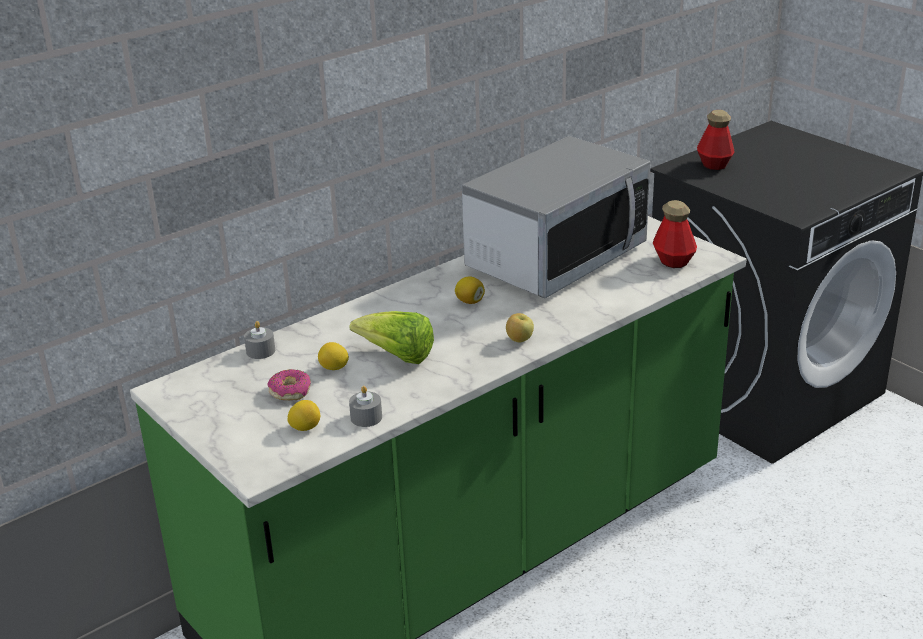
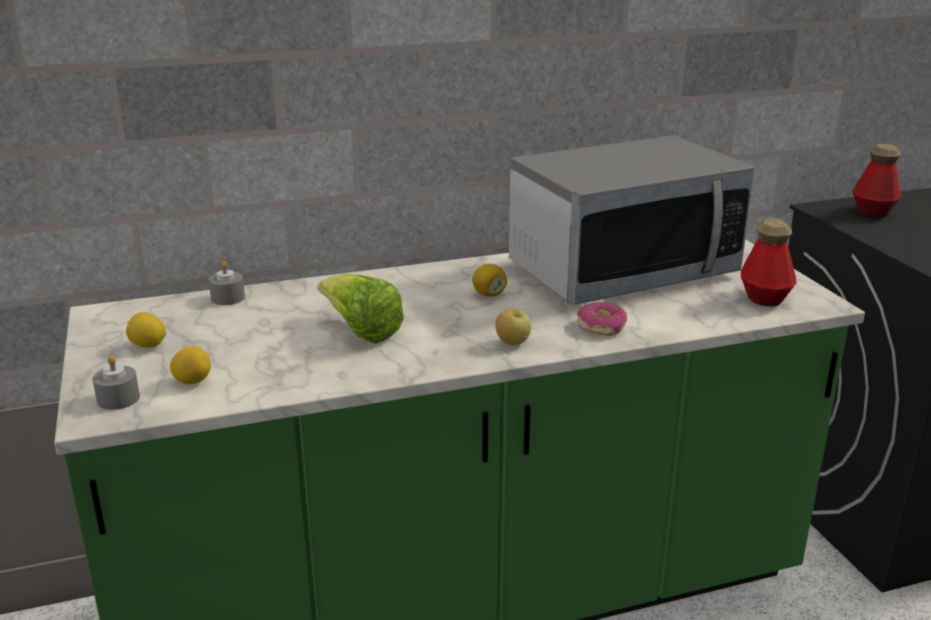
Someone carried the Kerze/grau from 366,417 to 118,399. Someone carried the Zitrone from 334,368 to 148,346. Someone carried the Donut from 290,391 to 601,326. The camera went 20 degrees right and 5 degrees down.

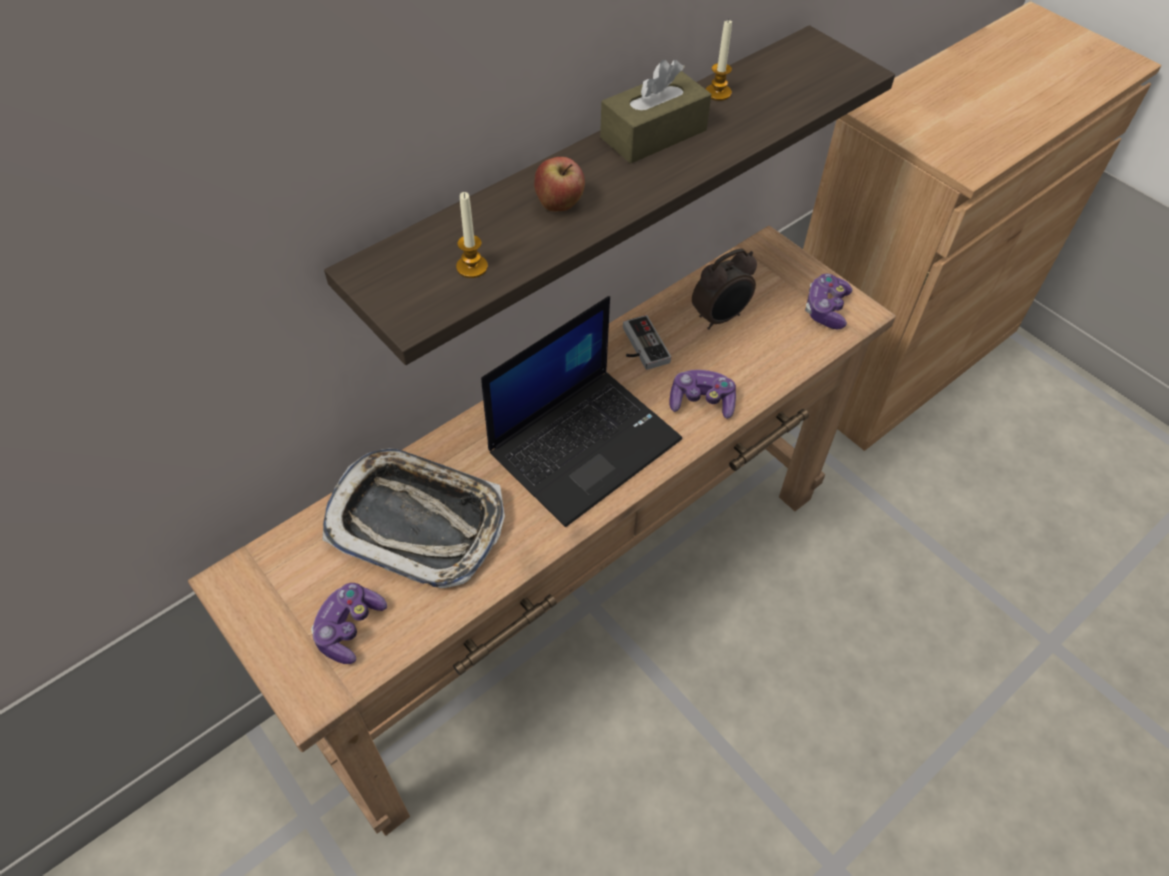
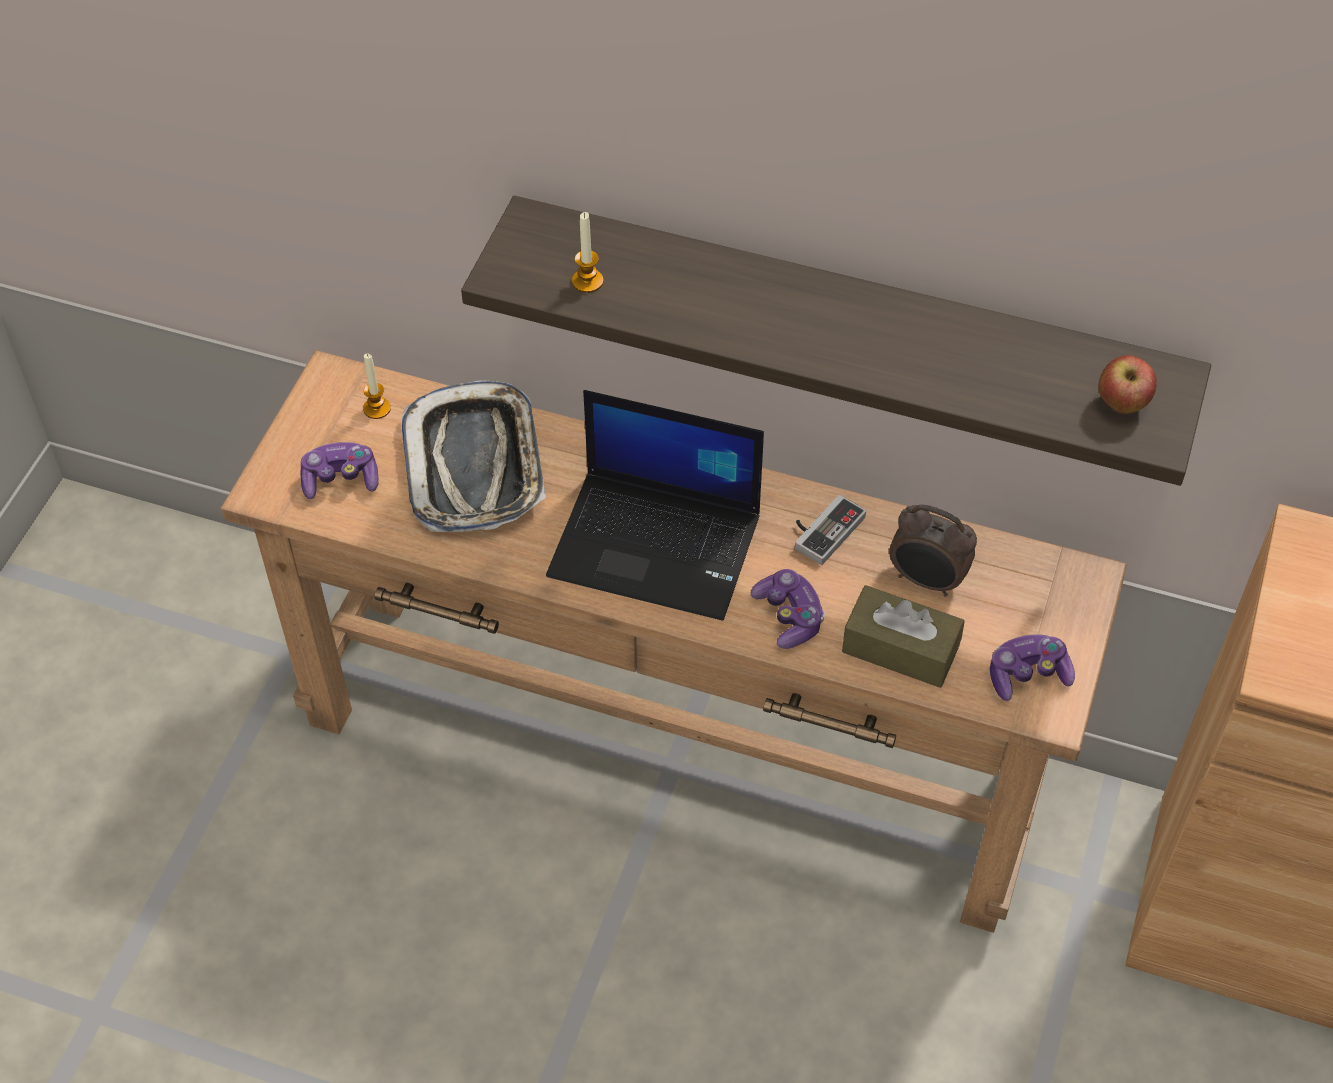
Someone carried the Kerze from 718,93 to 377,408. Someone carried the Taschentuchbox/braun from 653,134 to 900,649. Someone carried the Apfel from 559,205 to 1121,405. The camera went 60 degrees right and 0 degrees up.

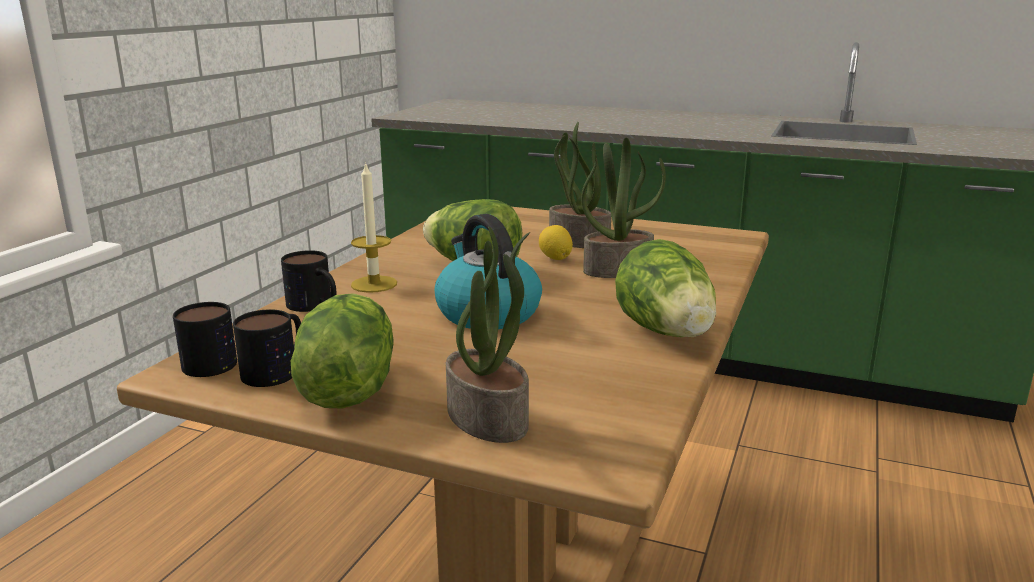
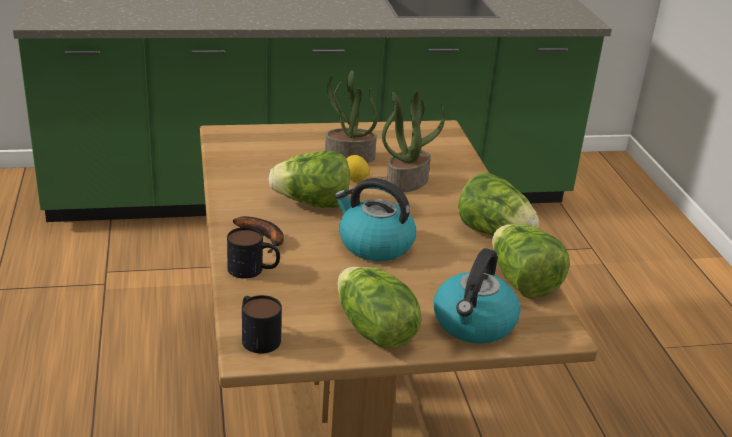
Someone swapped the Kerze at 374,284 for the Banane at 264,237. Someone swapped the Topfpflanze at 489,418 for the Wasserkessel at 474,324. Someone put down the Salatkopf at 522,282. Someone took away the Henkelbecher at 277,369. The camera went 35 degrees left and 10 degrees up.

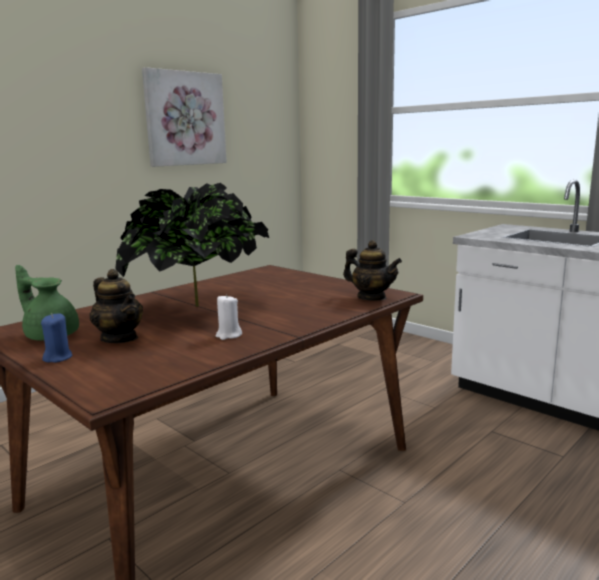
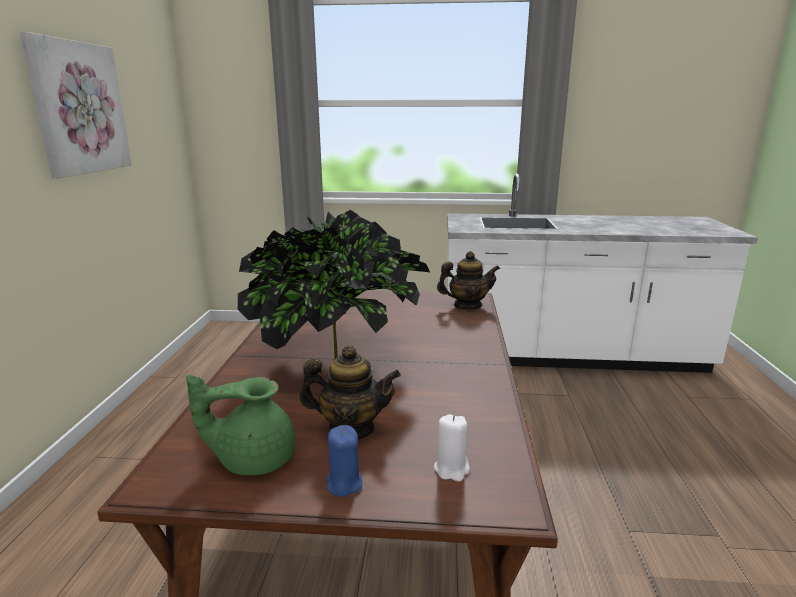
Someone carried the Kerze/weiß from 228,335 to 451,469. The camera went 40 degrees left and 5 degrees up.

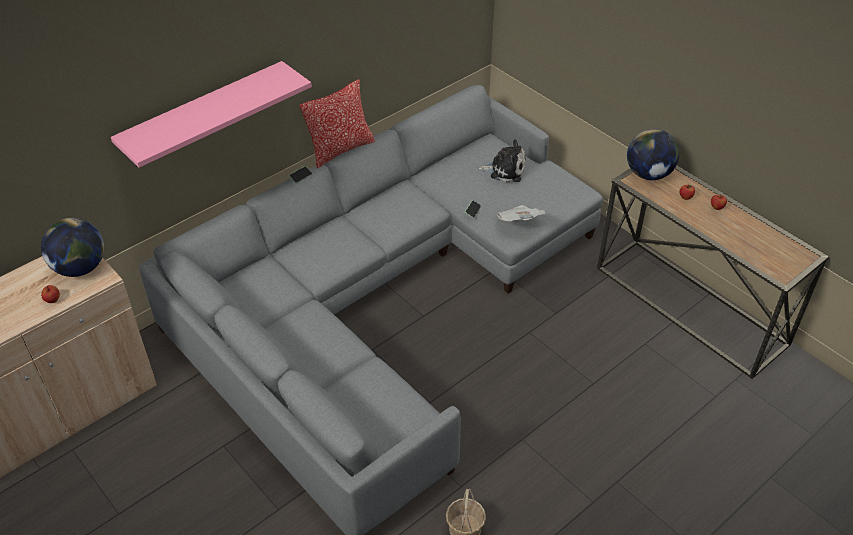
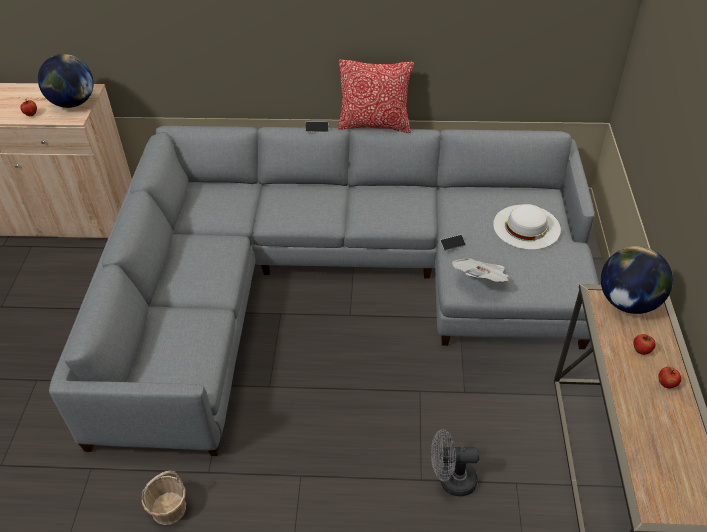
Someone put down the Ventilator/grau at 451,480. Someone swapped the Plüschtier at 505,169 for the Hut/weiß at 526,227. Someone took away the Wandregal/rosa at 203,114. The camera went 45 degrees right and 0 degrees up.

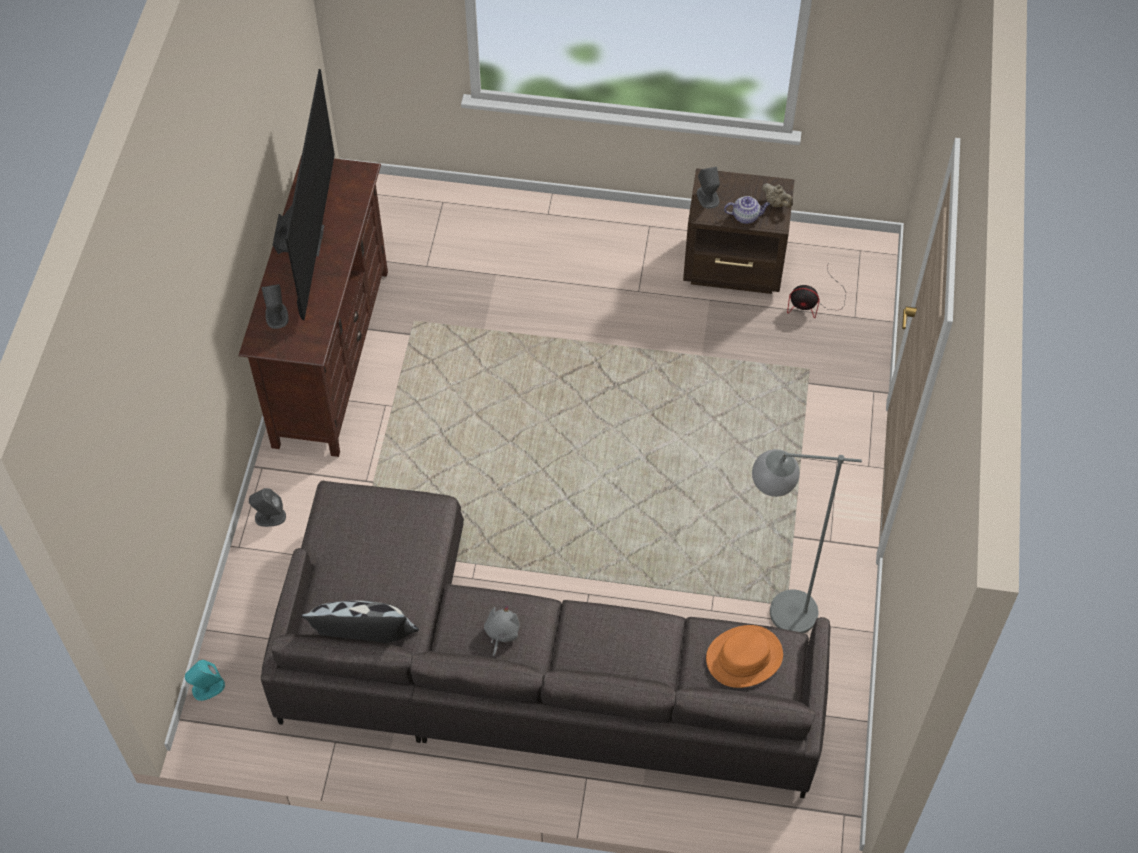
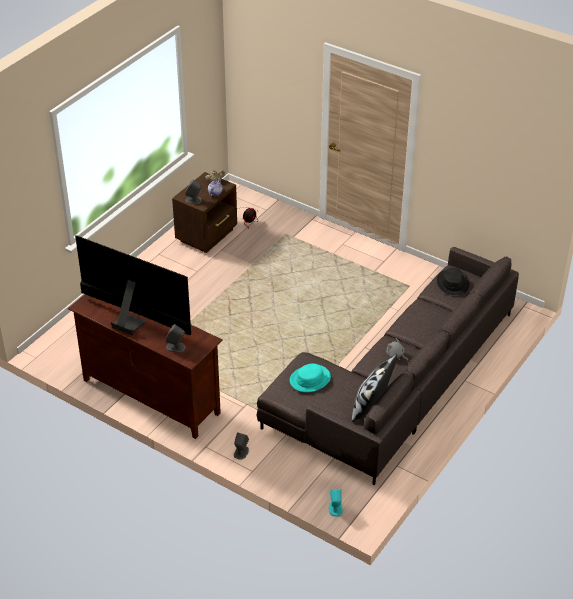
Someone put down the Hut/türkis at 310,379. Someone repainted the Hut/orange at 744,657, which became the Hut/schwarz at 453,283. Someone took away the Stehlampe/grau at 775,611. The camera went 65 degrees left and 15 degrees down.

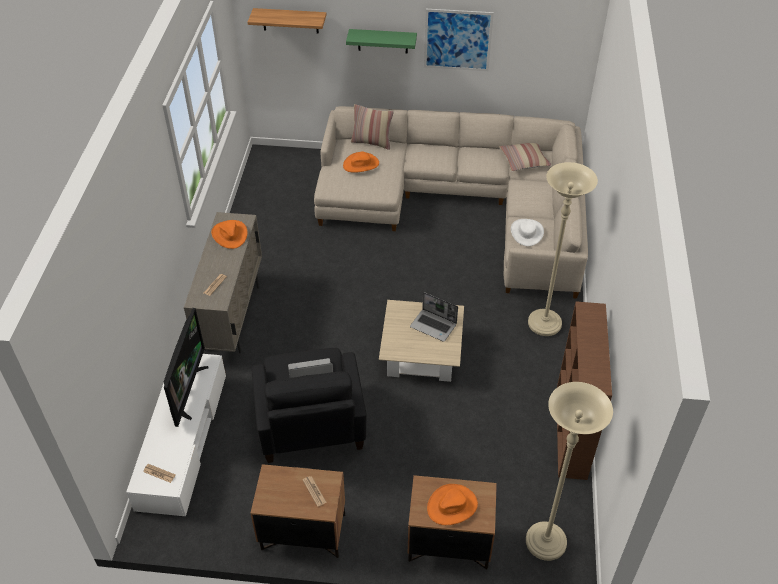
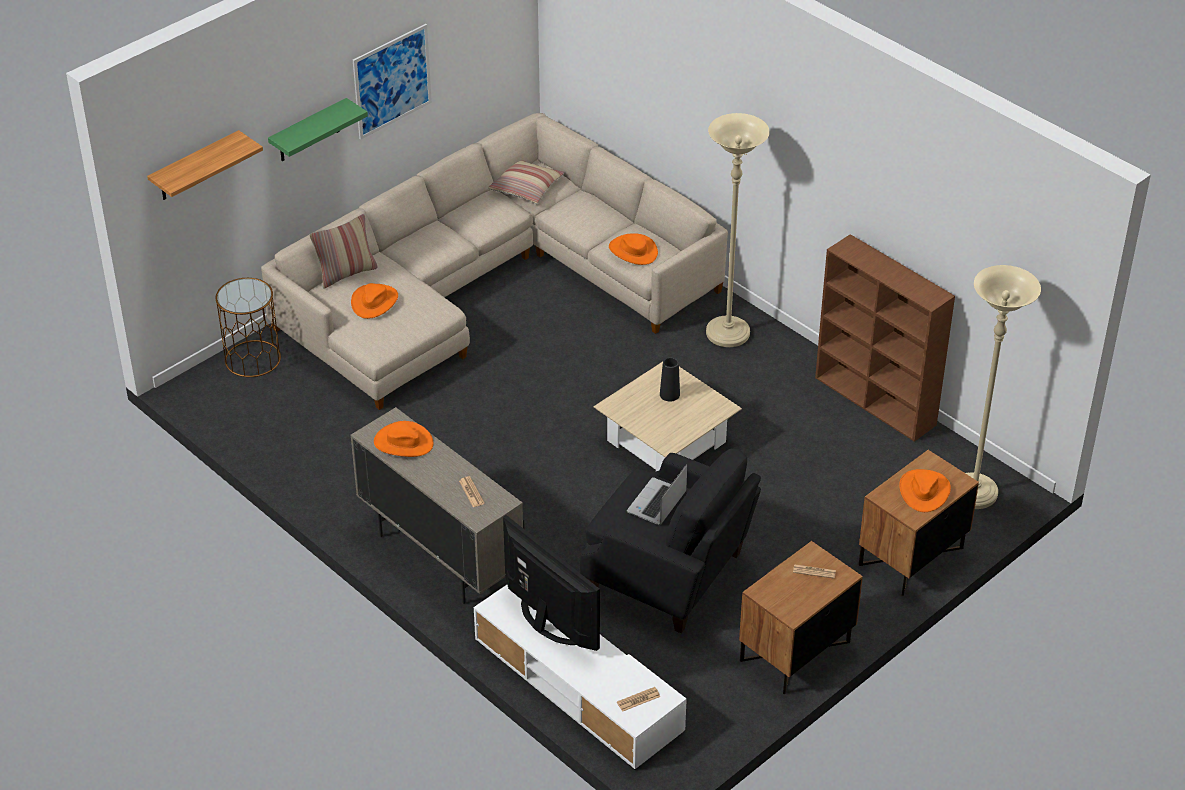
Someone put down the Beistelltisch/braun at 253,358. Someone repainted the Hut/weiß at 527,232, which became the Hut/orange at 633,251. Someone swapped the Laptop at 434,326 for the Vase/schwarz at 669,394. The camera went 50 degrees left and 5 degrees down.

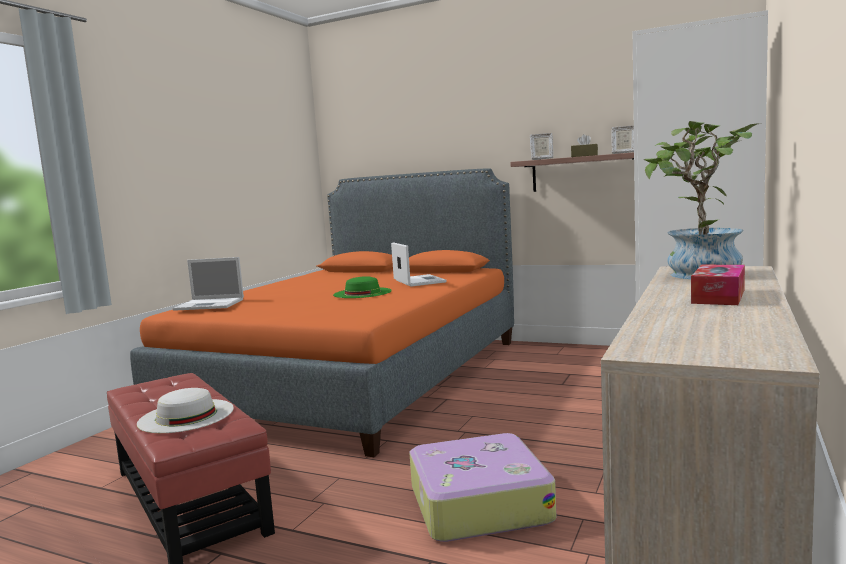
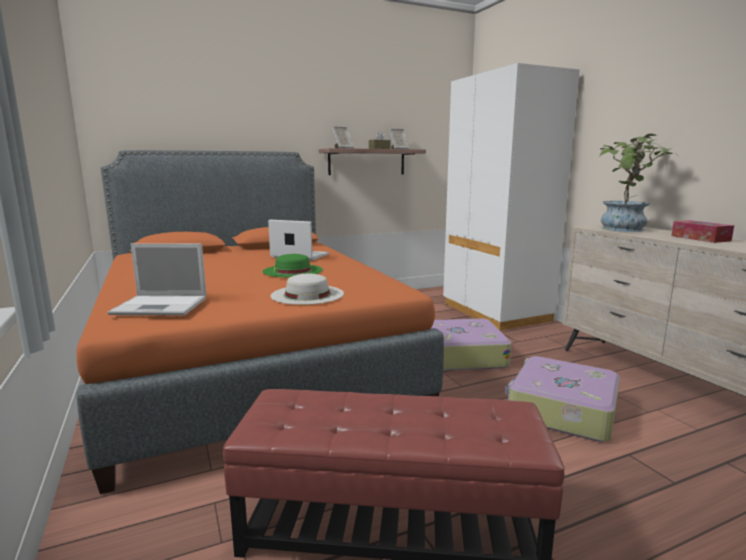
Someone rotated the Laptop at 211,304 by 45 degrees clockwise. Someone carried the Hut/weiß from 186,415 to 307,294. Someone put down the Koffer at 463,355. The camera went 50 degrees left and 5 degrees up.

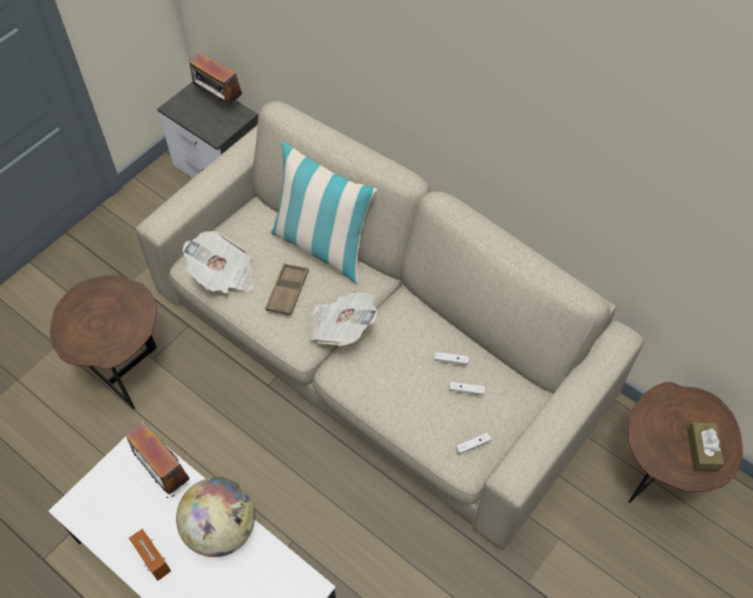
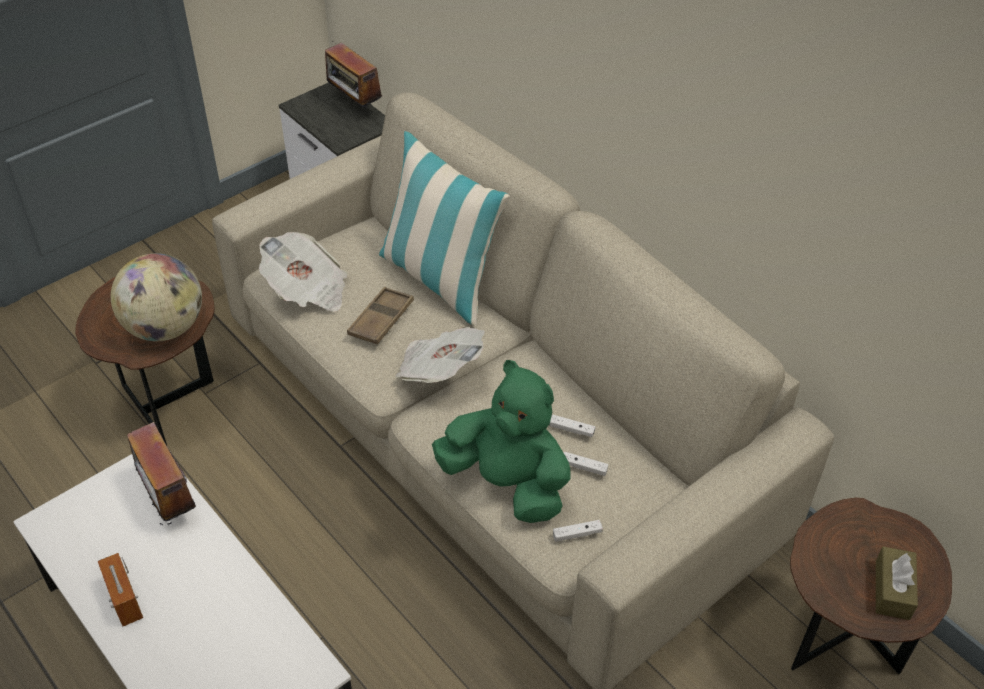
Someone carried the Globus from 221,529 to 165,327. Someone put down the Plüschtier/grün at 507,483. The camera went 10 degrees right and 10 degrees down.

